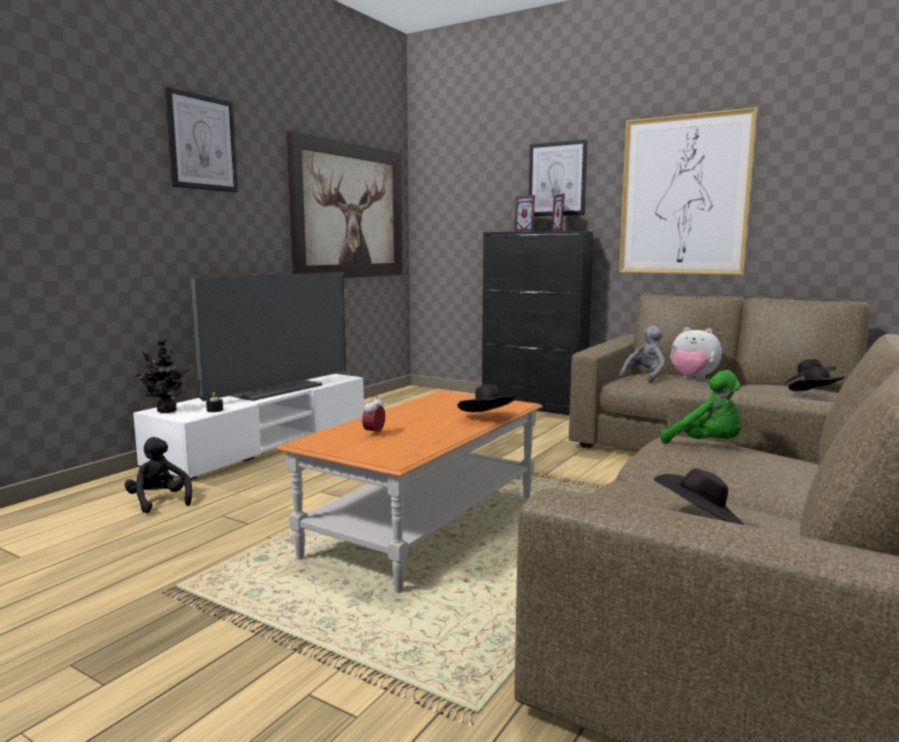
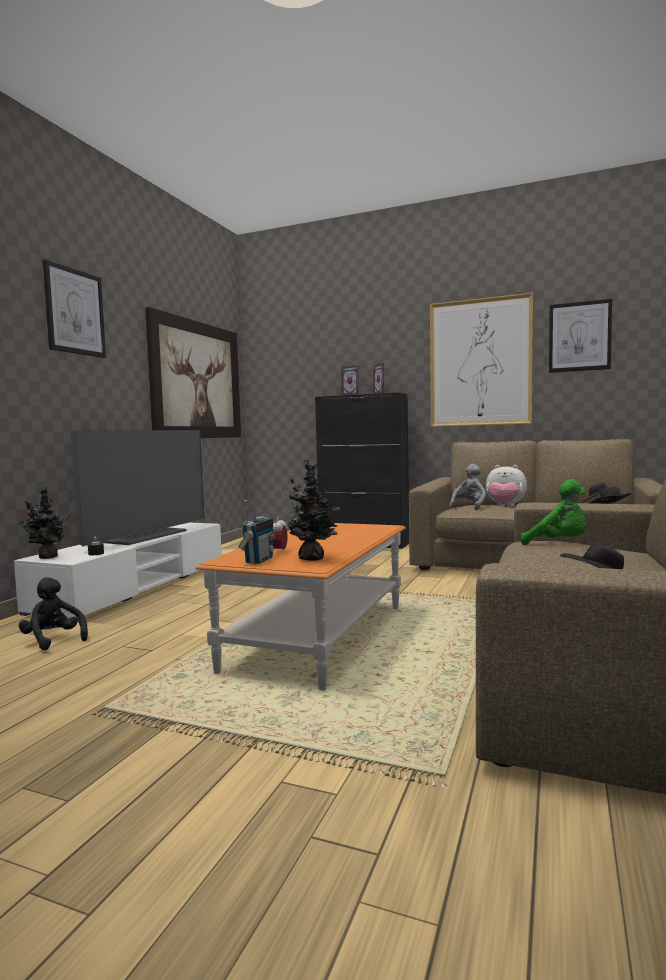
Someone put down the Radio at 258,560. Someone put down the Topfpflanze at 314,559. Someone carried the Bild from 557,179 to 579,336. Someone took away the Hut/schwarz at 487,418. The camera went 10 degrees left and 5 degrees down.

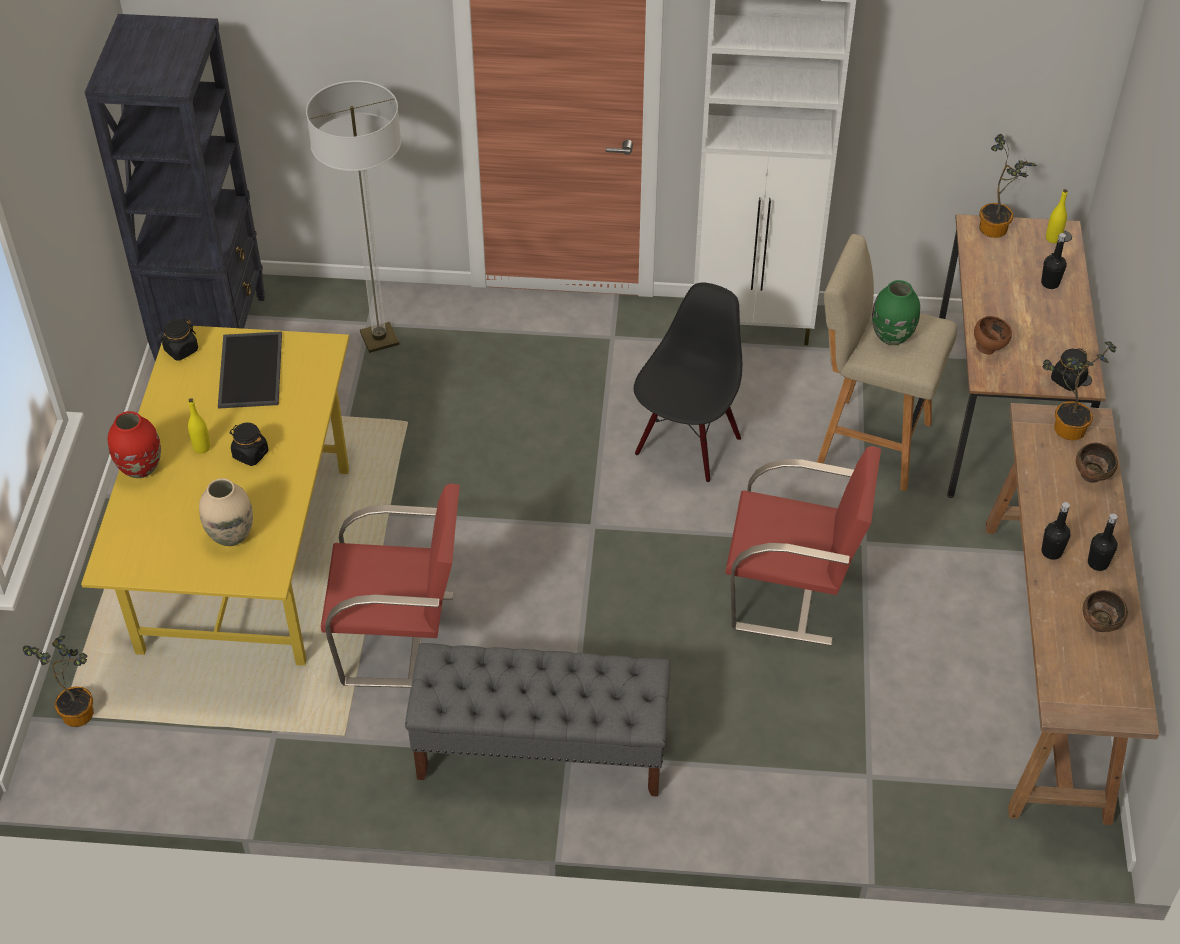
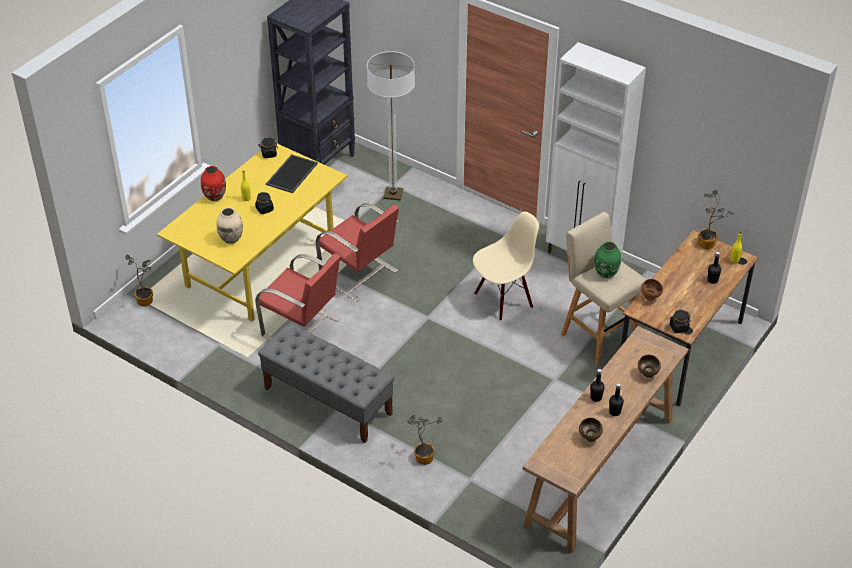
Someone carried the Stuhl/rot from 791,593 to 359,275. Someone carried the Topfpflanze from 1065,427 to 423,456. Someone repainted the Stuhl/schwarz at 687,444, which became the Stuhl/beige at 503,299. The camera went 30 degrees right and 5 degrees down.

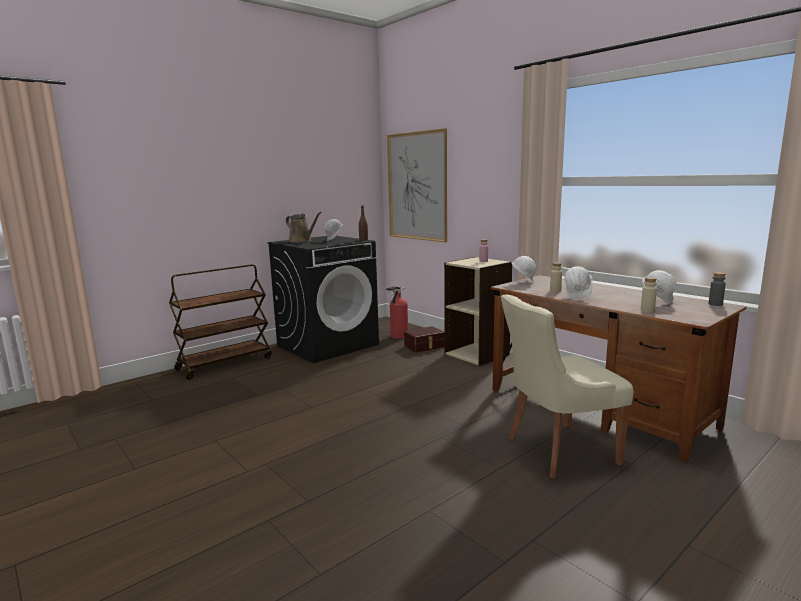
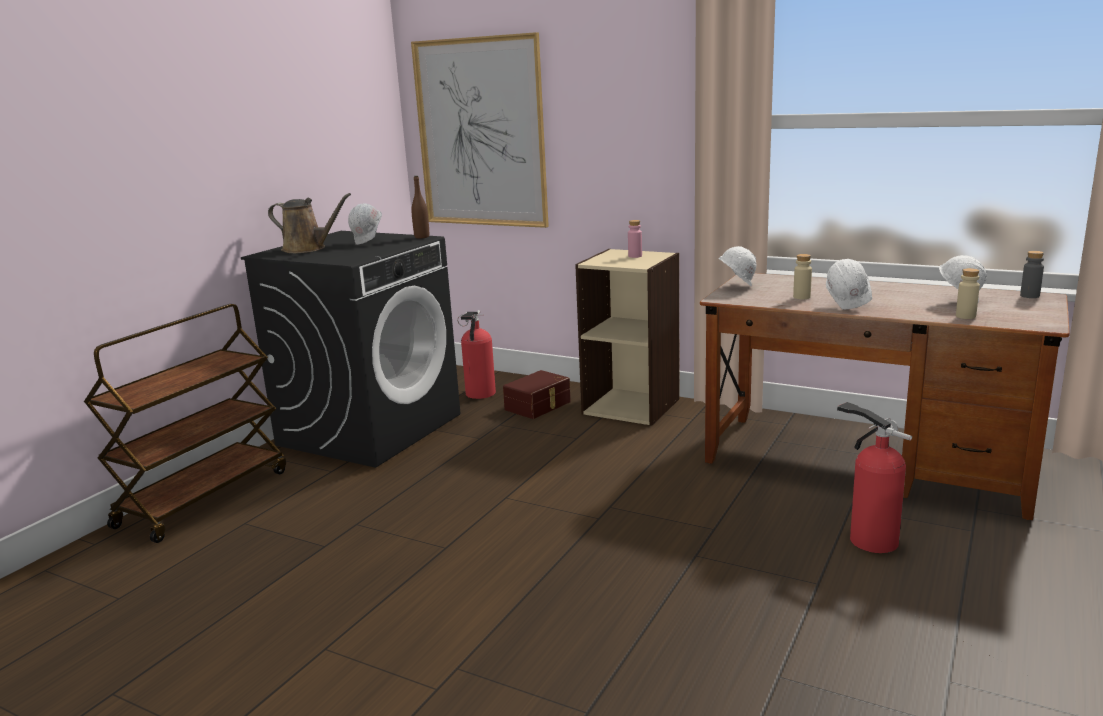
Someone swapped the Stuhl/beige at 557,450 for the Feuerlöscher at 869,539. The camera went 20 degrees left and 5 degrees up.

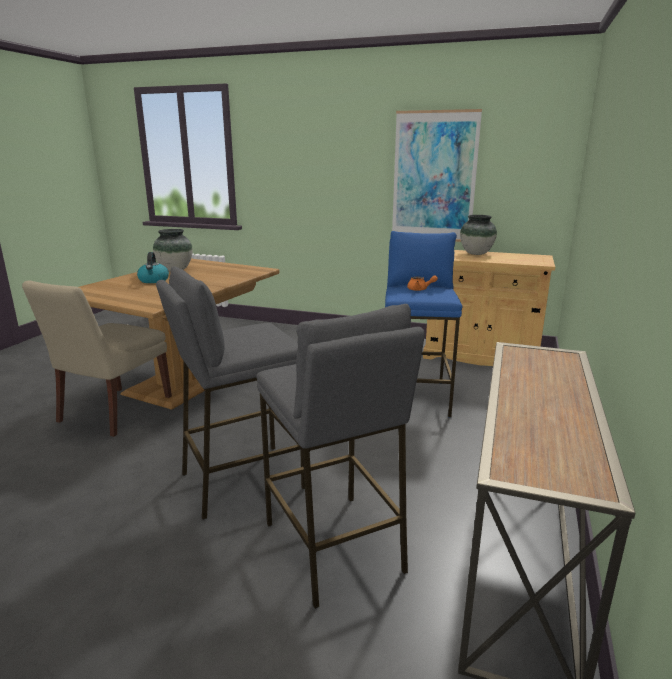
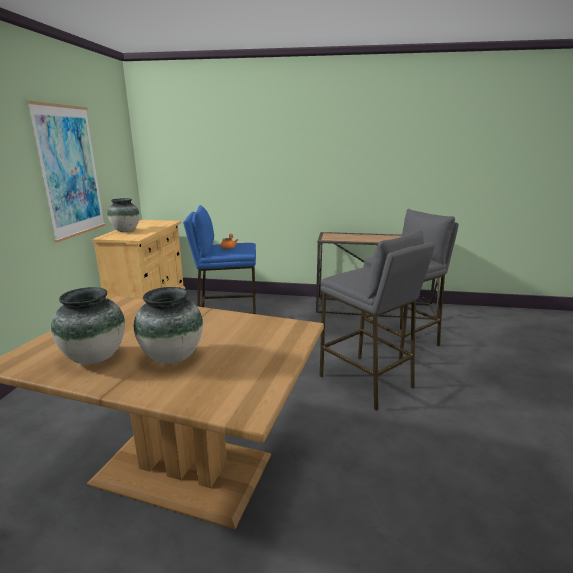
Someone swapped the Wasserkessel at 154,280 for the Vase at 172,357. Someone took away the Stuhl/beige at 113,412. The camera went 100 degrees left and 0 degrees up.

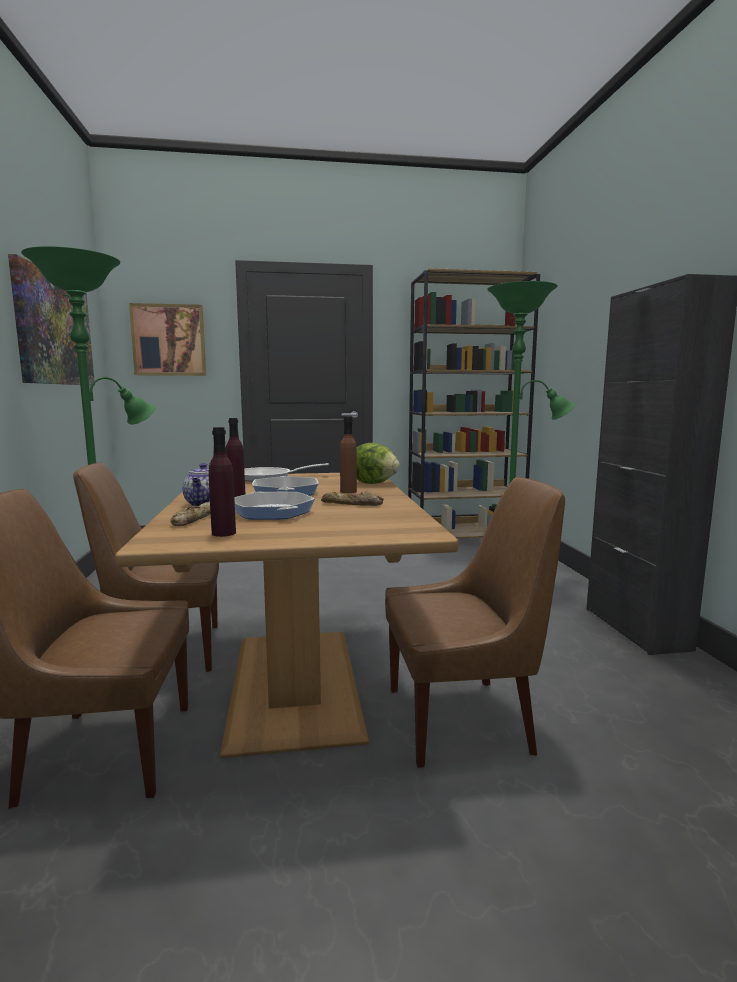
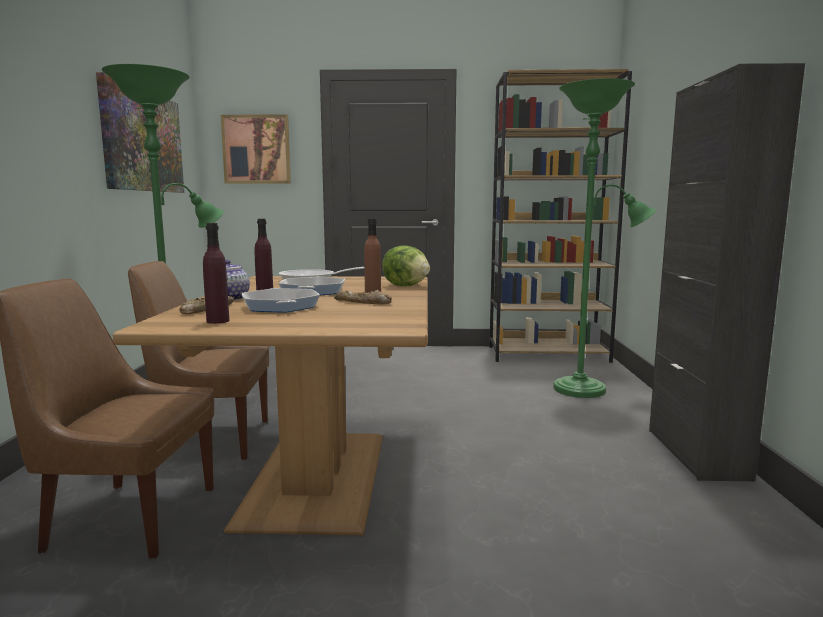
Someone took away the Stuhl/braun at 464,719. The camera went 10 degrees right and 0 degrees up.

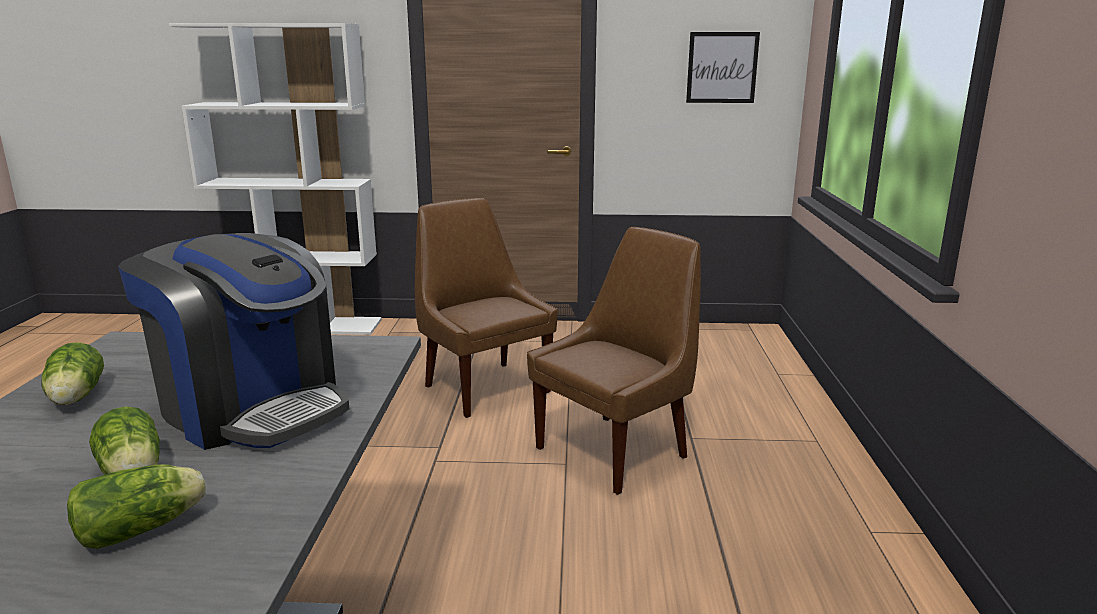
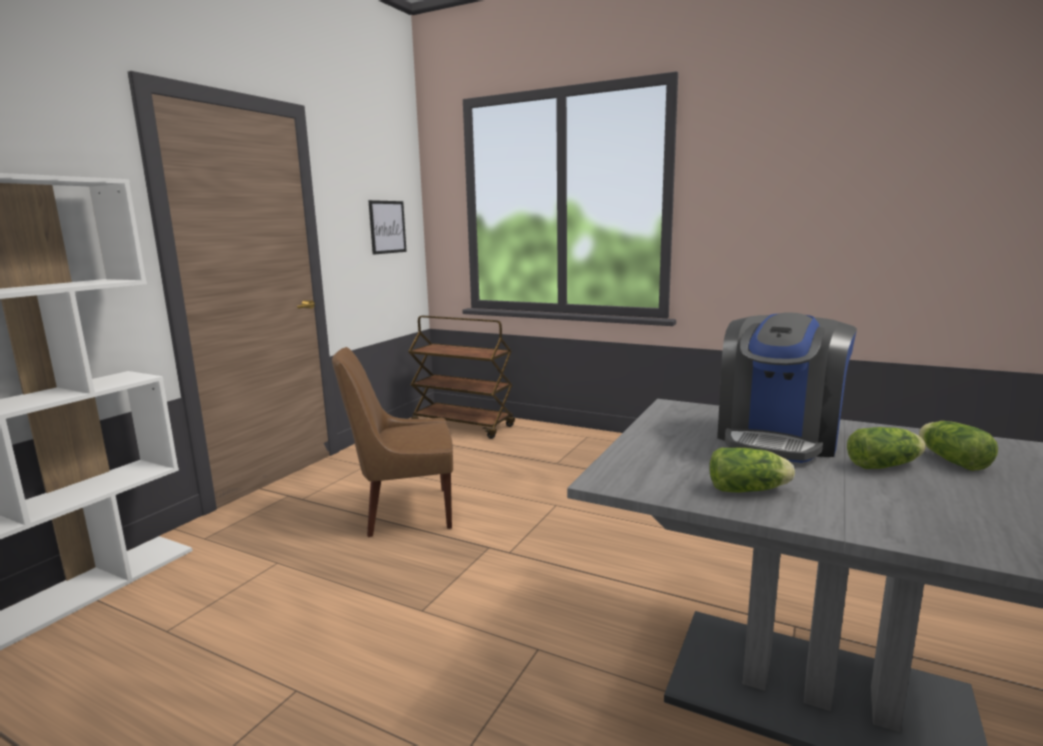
Someone put down the Rollwagen/braun at 463,426. Someone rotated the Kaffeemaschine at 252,407 by 150 degrees clockwise. Someone took away the Stuhl/braun at 615,451. The camera went 65 degrees left and 5 degrees down.

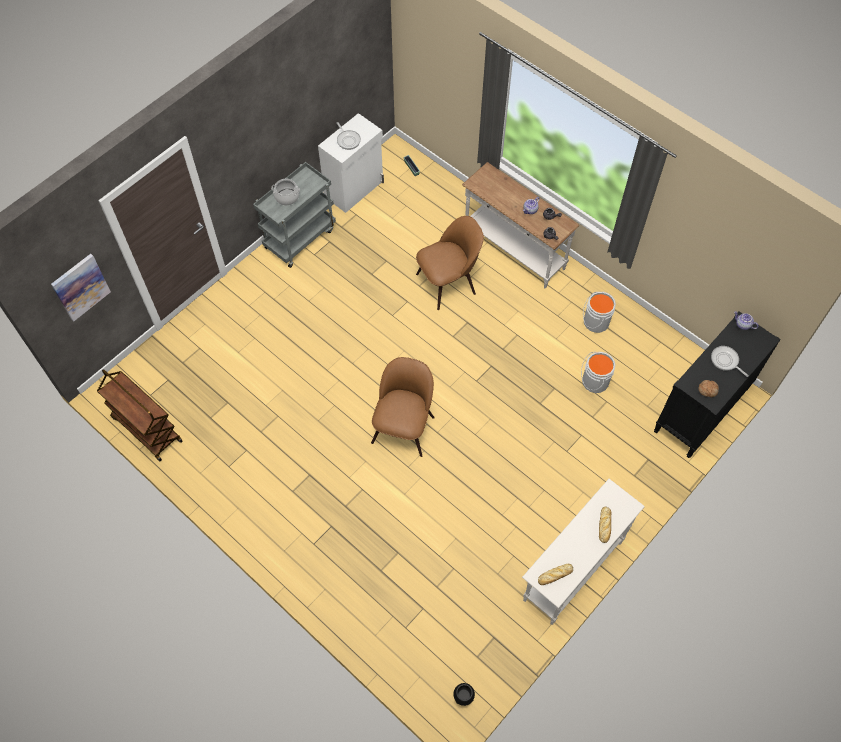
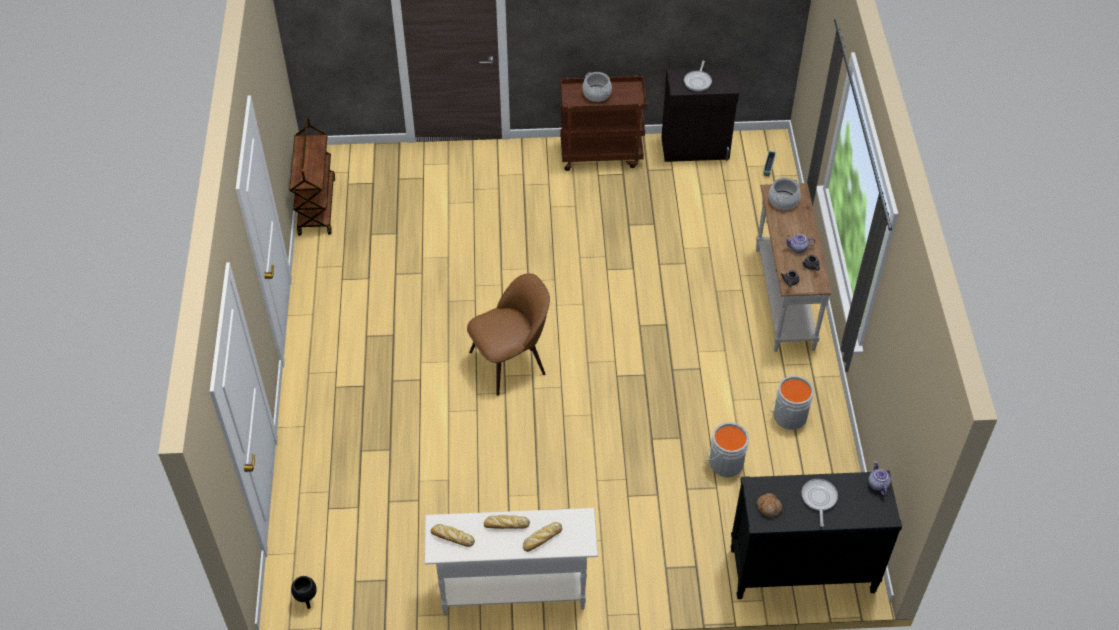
Someone put down the Brot at 505,525. Someone repainted the Rollwagen/grau at 300,238, which became the Rollwagen/braun at 601,154. Someone repainted the Schrank/weiß at 355,189, which became the Schrank/schwarz at 696,149. Someone put down the Kochtopf at 783,200. Someone took away the Bild at 80,287. Someone took away the Stuhl/braun at 448,282. The camera went 45 degrees right and 10 degrees down.

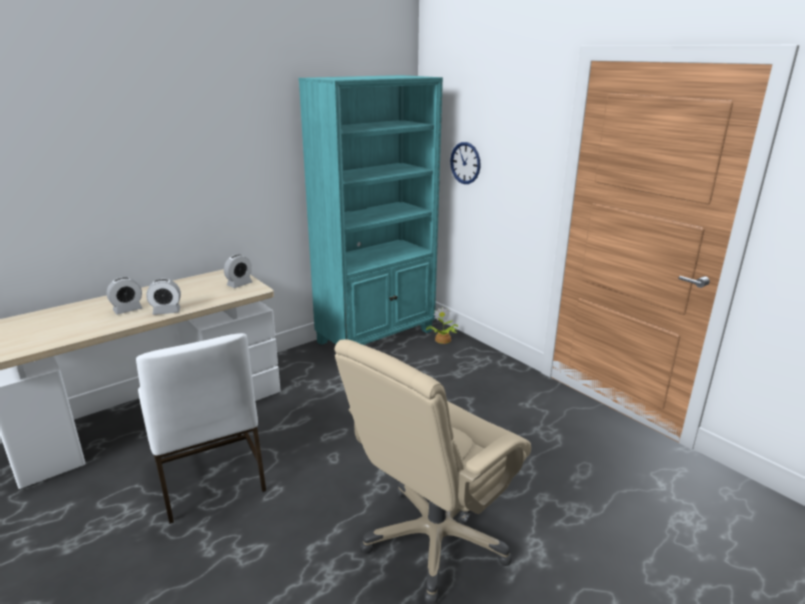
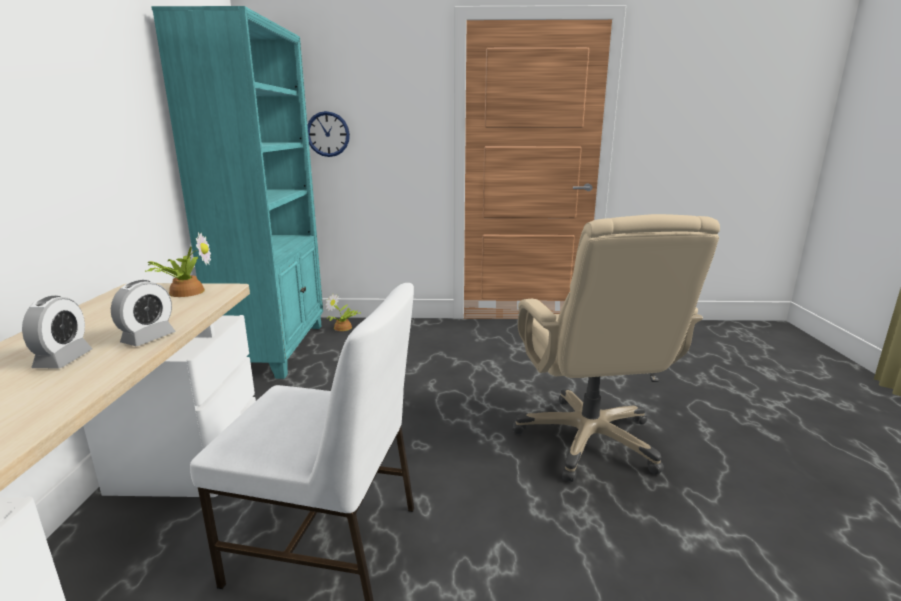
Someone swapped the Wecker at 239,284 for the Topfpflanze at 185,291. The camera went 50 degrees left and 5 degrees down.

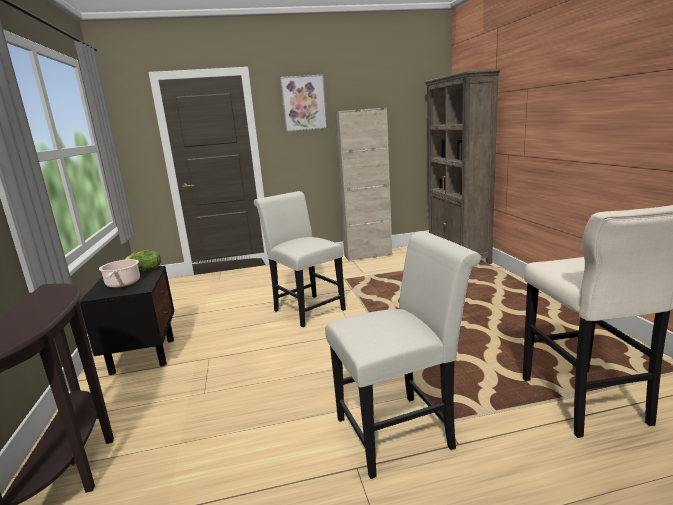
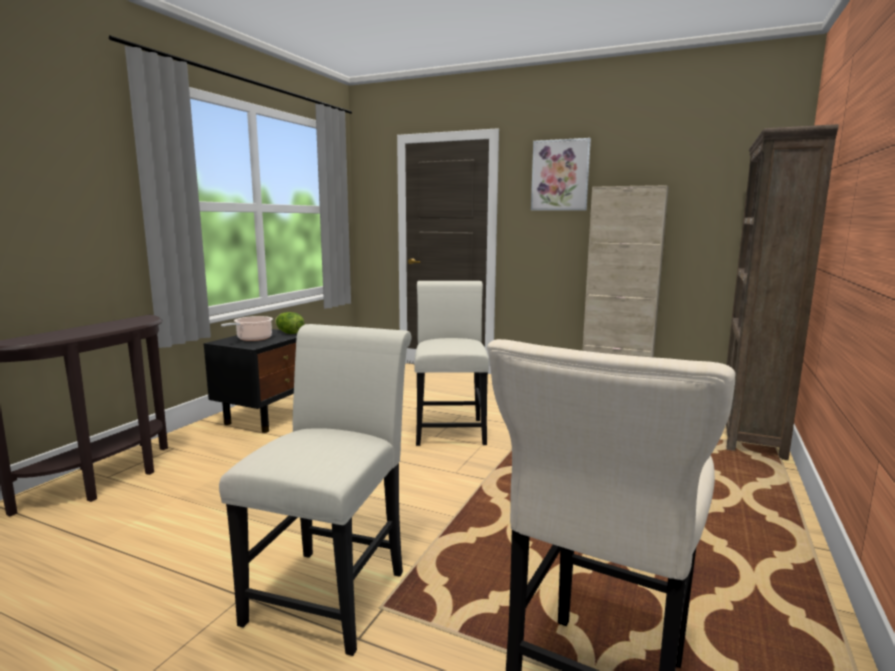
Someone rotated the Stuhl/weiß at 402,430 by 90 degrees counterclockwise. The camera went 35 degrees right and 5 degrees down.

